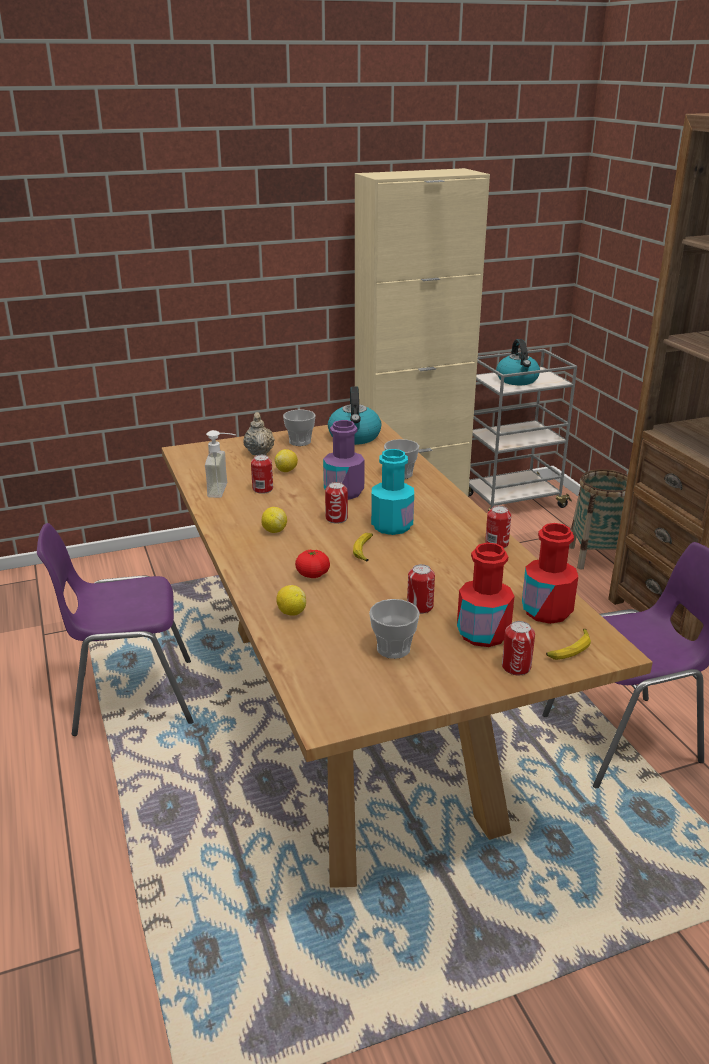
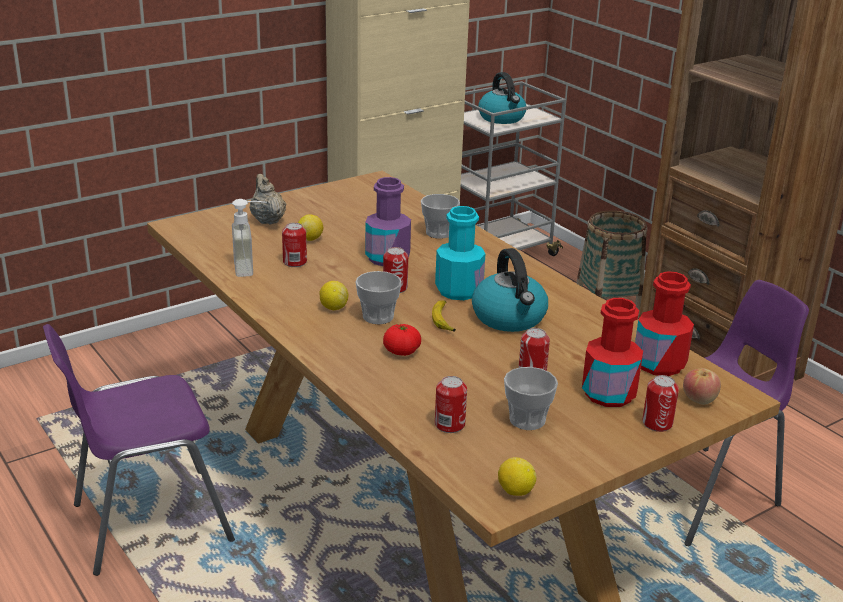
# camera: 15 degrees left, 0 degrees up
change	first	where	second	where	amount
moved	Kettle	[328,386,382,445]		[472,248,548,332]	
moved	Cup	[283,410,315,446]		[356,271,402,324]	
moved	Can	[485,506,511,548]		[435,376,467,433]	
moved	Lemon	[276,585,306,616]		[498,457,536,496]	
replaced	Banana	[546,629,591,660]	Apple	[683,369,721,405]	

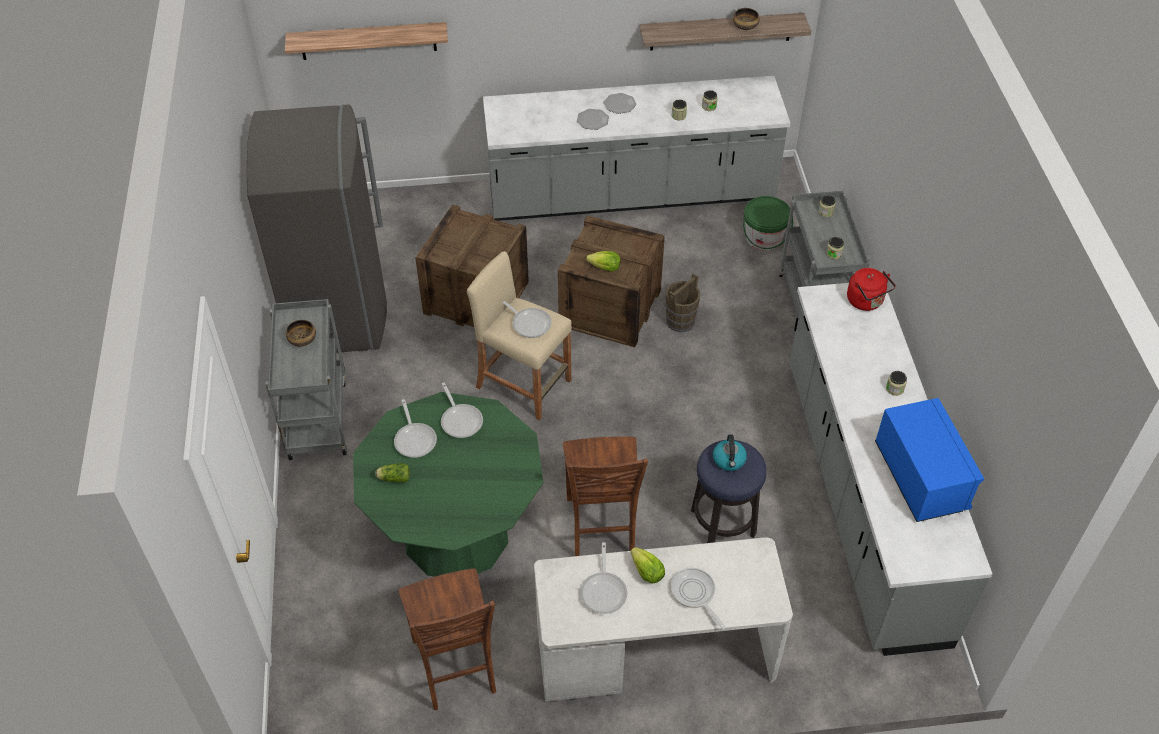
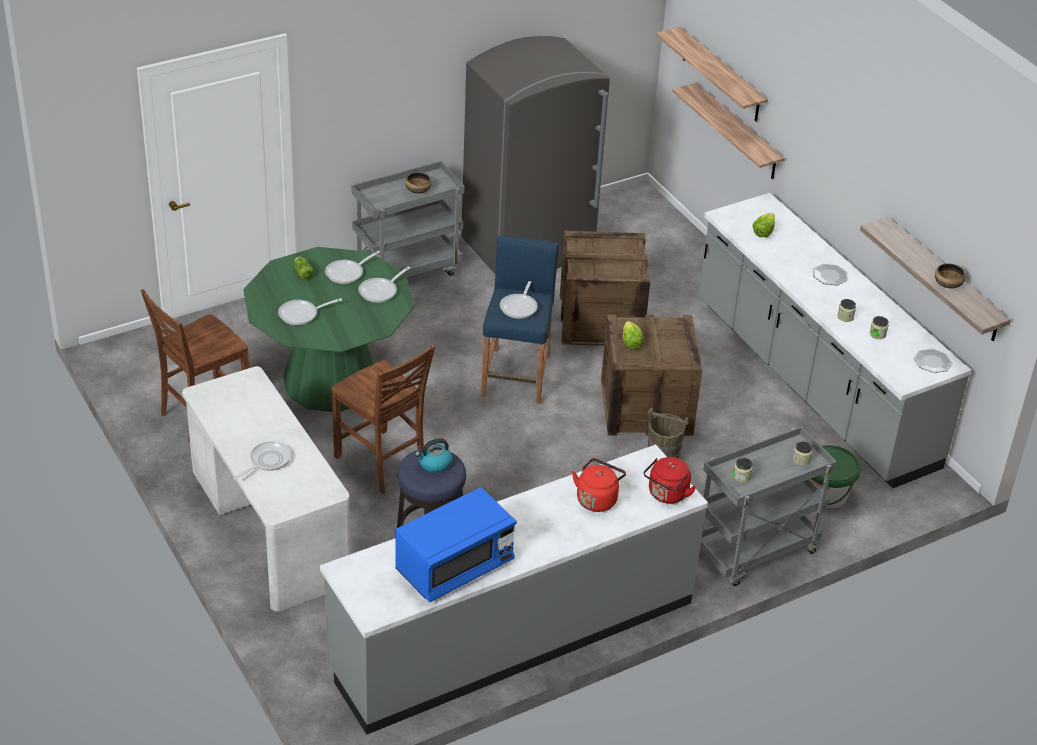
# camera: 65 degrees right, 10 degrees down
change	first	where	second	where	amount
moved	Plate	[577,109,609,130]		[914,349,952,373]	
recoloured	BeigeStool	[467,251,572,420]	BlueStool	[481,236,559,404]	
removed	Jar	[886,371,907,396]			
turned	BrownChair	[563,437,648,556]		[331,344,435,494]	105 degrees counterclockwise
moved	FryingPan	[581,542,628,614]		[278,298,342,325]	
moved	Lettuce	[631,547,665,583]		[752,213,775,237]	
added			Shelf	[672,83,785,179]	
added			RedKettle	[572,458,626,512]	

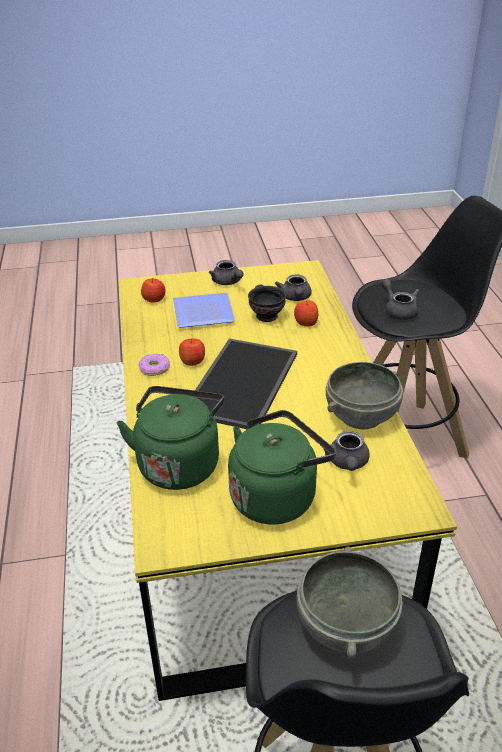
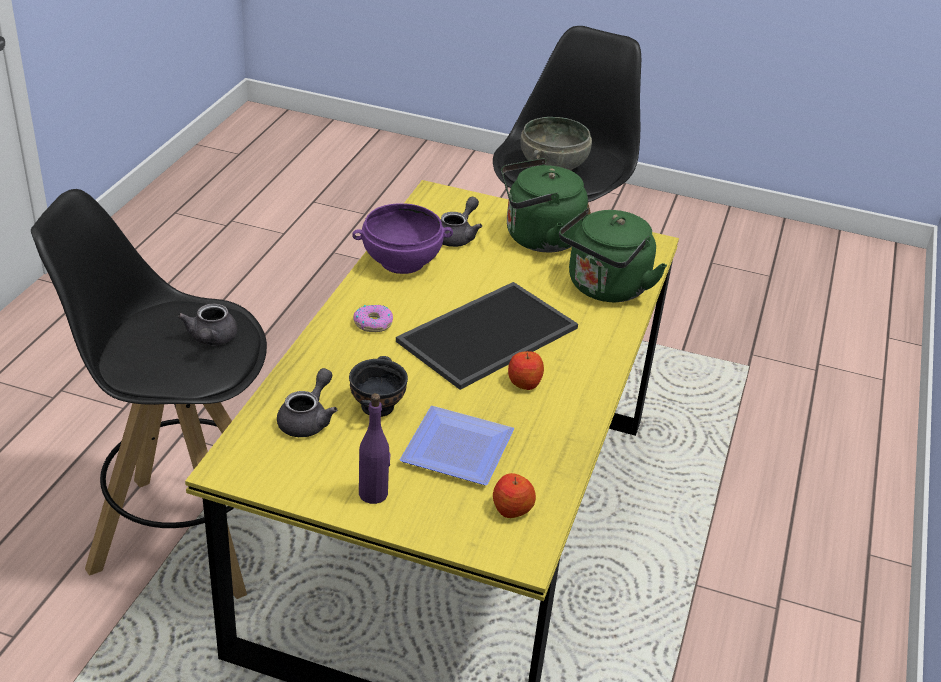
# camera: 155 degrees left, 0 degrees up
change	first	where	second	where	amount
replaced	GreyTeapot	[209,260,244,285]	PurpleBottle	[359,393,390,504]	
removed	Apple	[294,300,318,326]			
moved	Donut	[139,353,170,376]		[353,305,393,332]	
recoloured	GreyBowl	[326,362,403,430]	PurpleBowl	[352,203,453,274]	

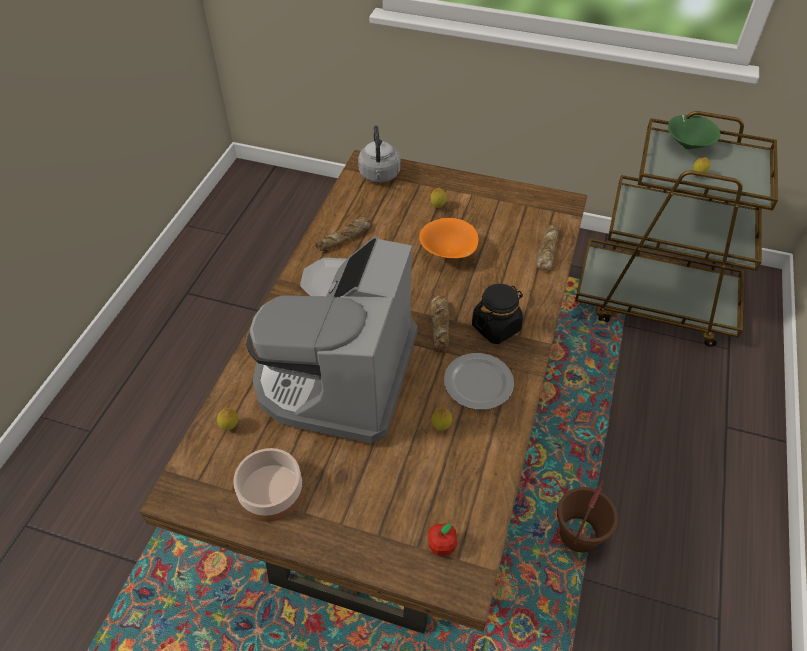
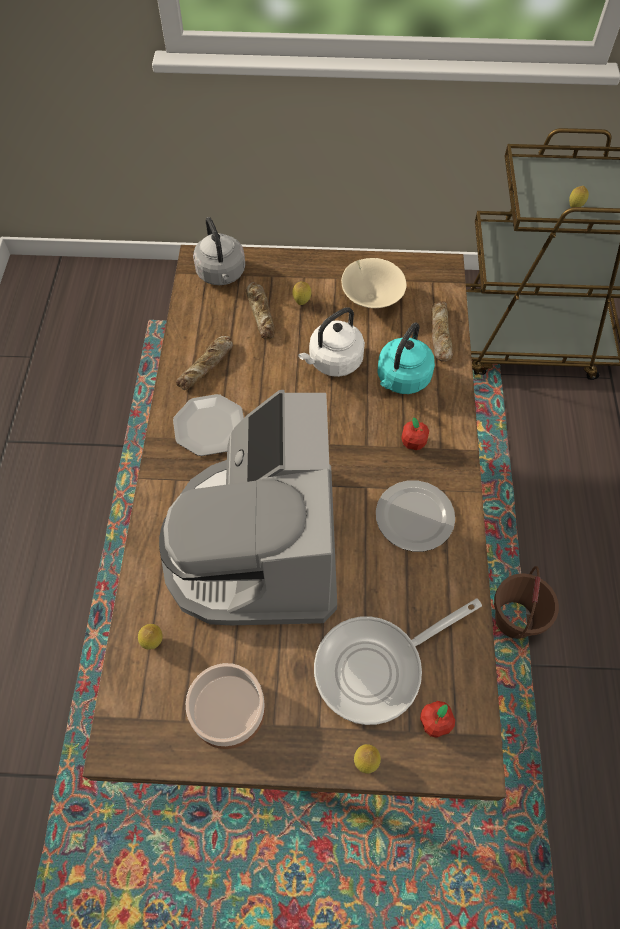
# camera: 15 degrees left, 10 degrees up
change	first	where	second	where	amount
removed	GreenBowl	[668,115,720,149]			
replaced	OrangeBowl	[419,218,479,258]	WhiteKettle	[298,307,365,377]	
replaced	BlackJar	[472,284,523,344]	Apple	[401,417,429,450]	
moved	Bread	[431,295,449,353]		[245,282,275,339]	
moved	Lemon	[431,408,452,431]		[354,744,381,774]	
added			BeigeBowl	[341,258,407,308]	
added			TurquoiseKettle	[378,322,435,394]	
added			FryingPan	[314,598,482,725]	

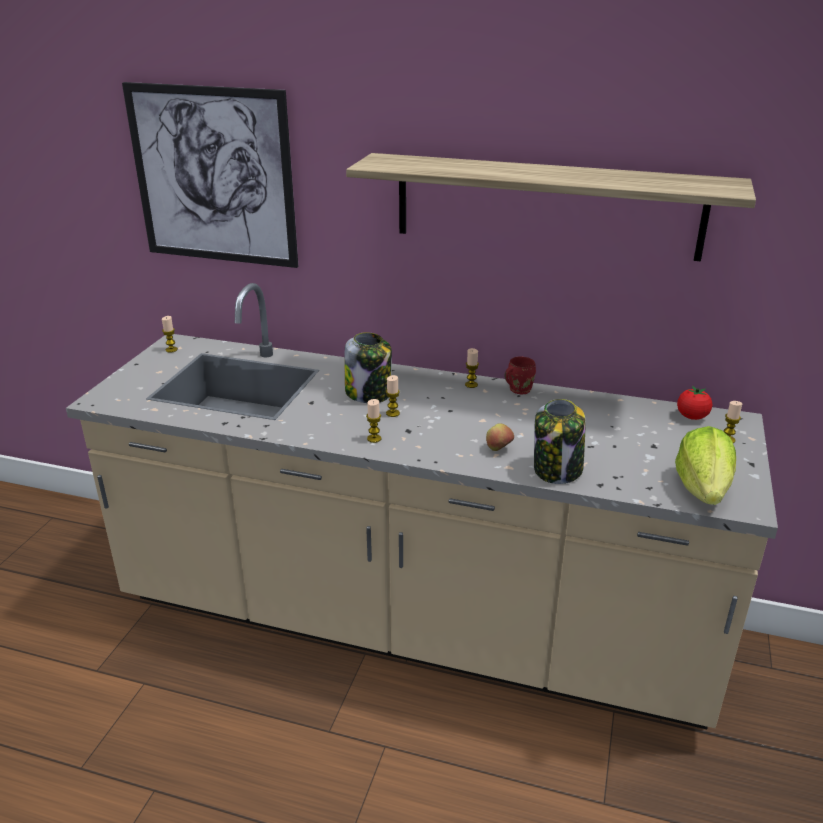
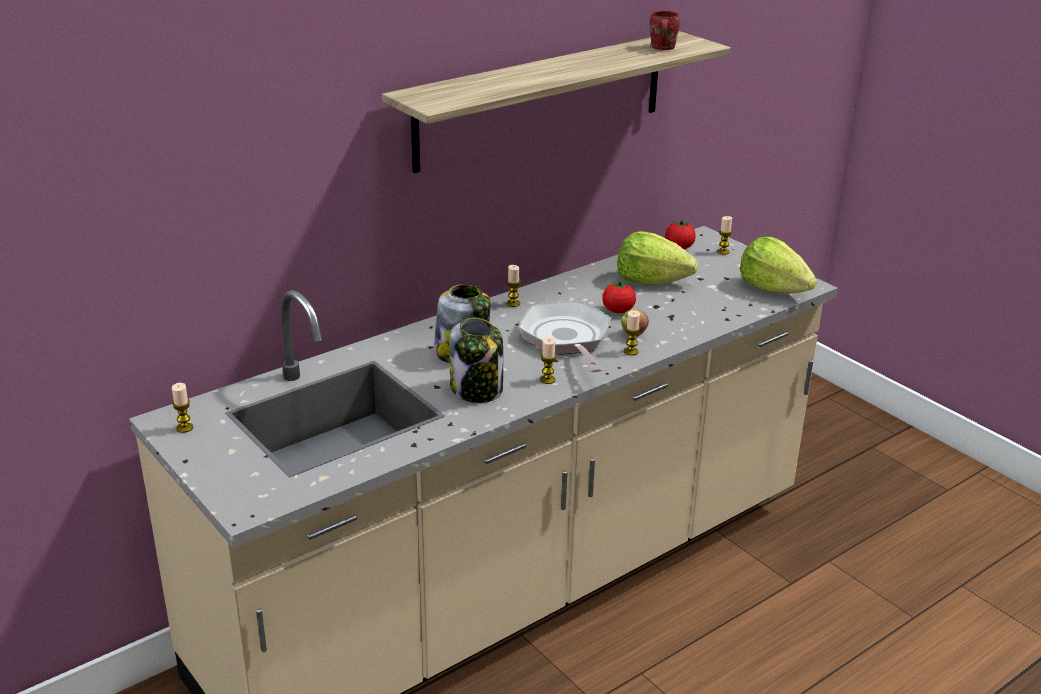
# camera: 55 degrees left, 0 degrees up
change	first	where	second	where	amount
removed	Picture	[122,82,298,268]			
moved	RedMug	[505,356,536,394]		[650,11,680,50]	
moved	Candle	[386,375,400,417]		[624,310,640,355]	
moved	Jar	[534,399,585,484]		[449,318,503,403]	
added			Lettuce	[617,231,698,285]	
added			Tomato	[602,279,636,313]	
added			FryingPan	[518,301,611,372]	

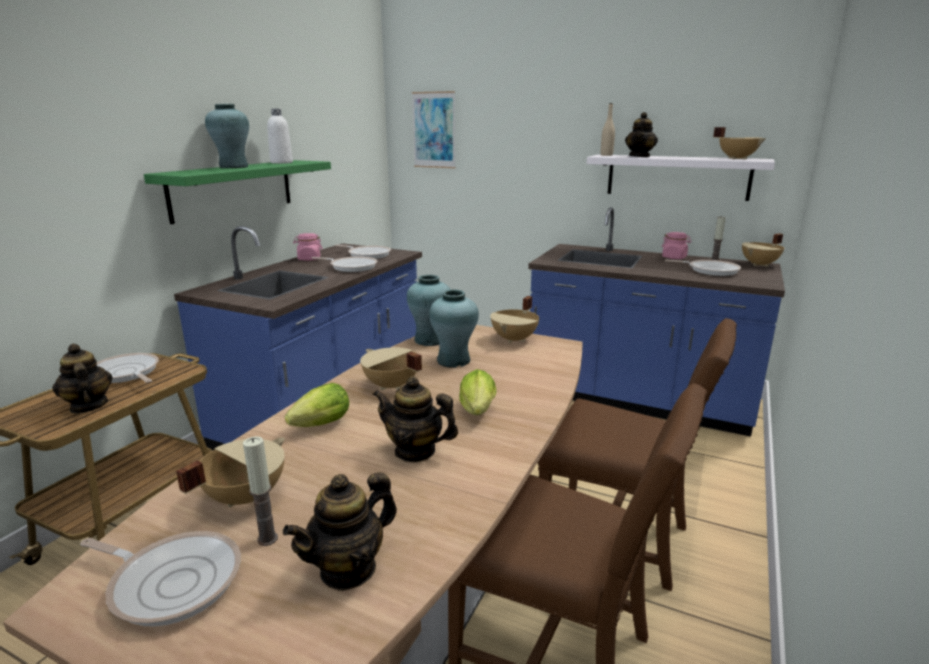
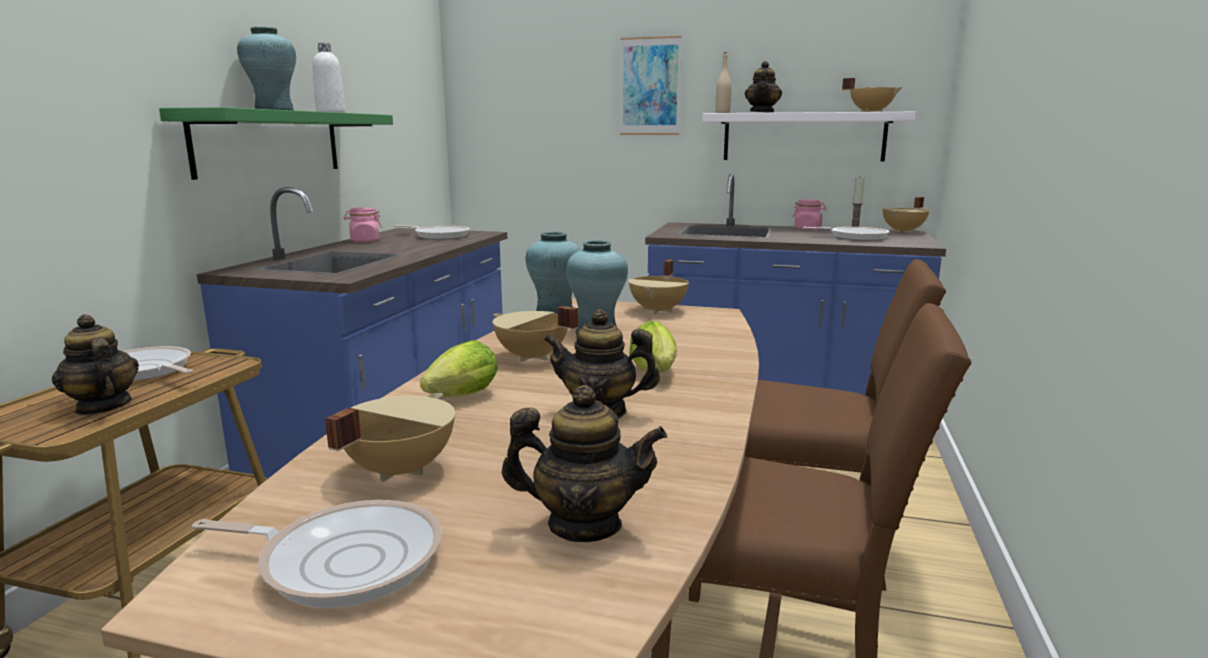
# camera: 10 degrees left, 5 degrees down
change	first	where	second	where	amount
moved	Picture	[412,91,455,168]		[620,36,682,135]	
removed	FryingPan	[312,256,377,272]			
removed	Candle	[243,436,278,546]			
turned	Teapot	[283,472,397,591]		[502,385,667,542]	120 degrees counterclockwise

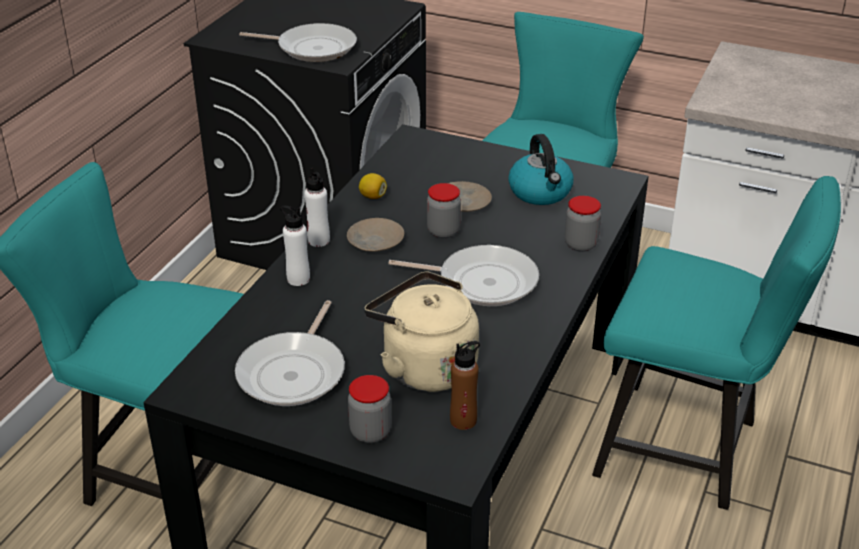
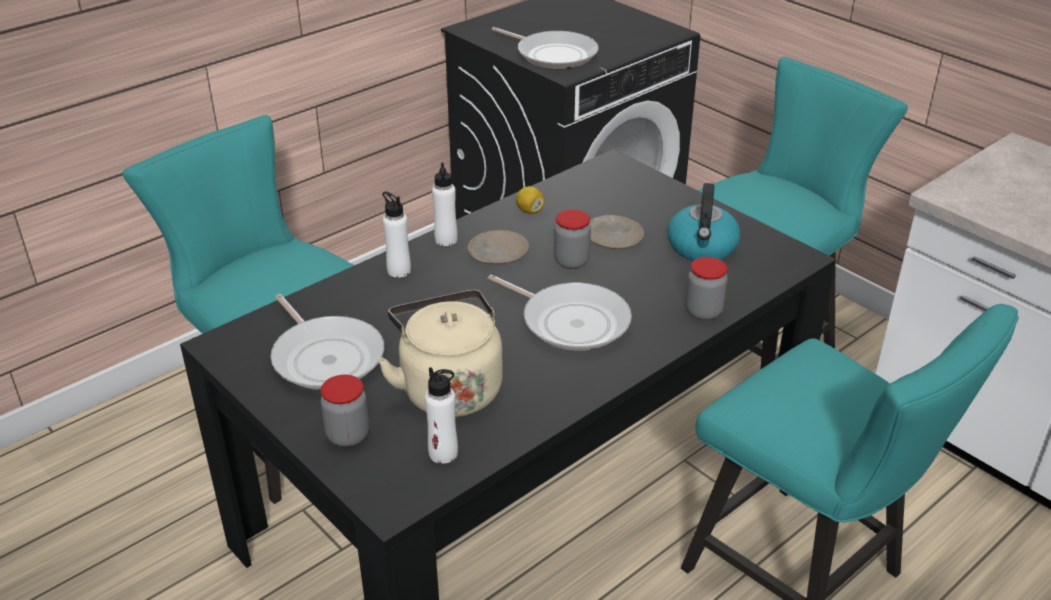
# camera: 25 degrees right, 0 degrees up
change	first	where	second	where	amount
turned	FryingPan	[235,300,345,406]		[271,294,384,390]	75 degrees counterclockwise
recoloured	BrownBottle	[450,341,480,430]	WhiteBottle	[425,367,458,464]	

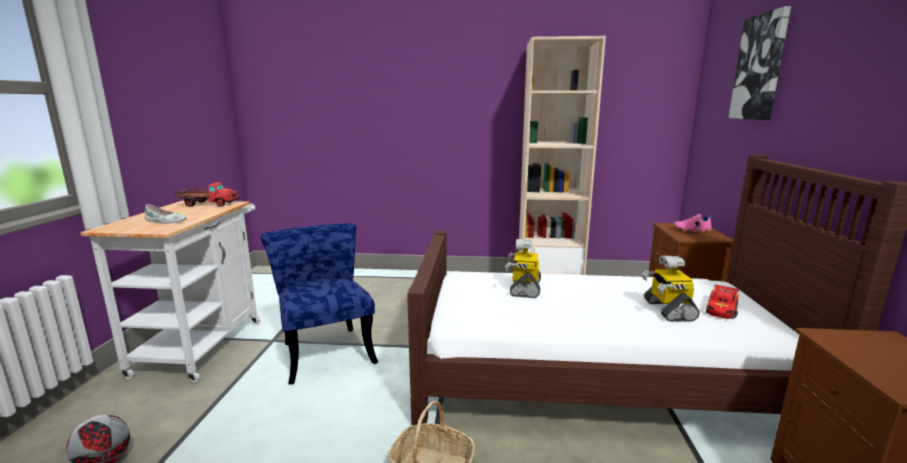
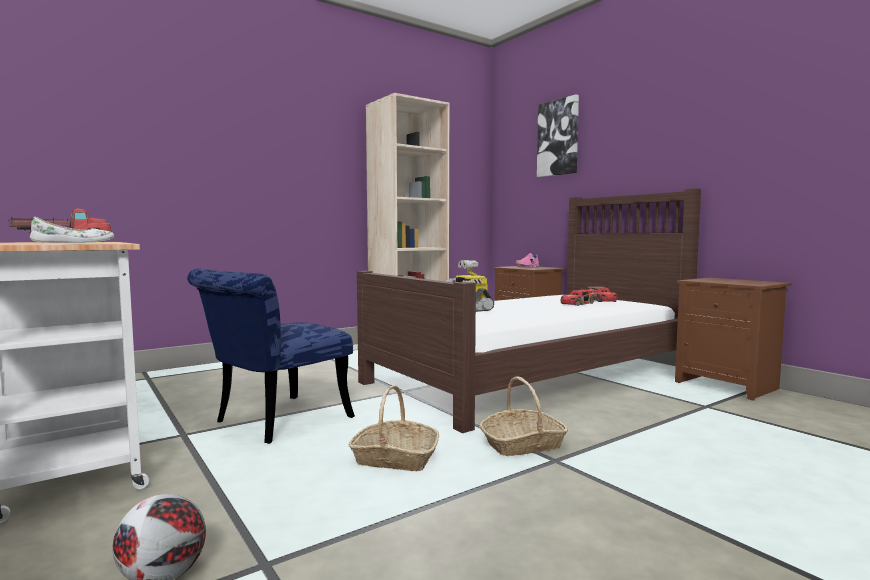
# camera: 40 degrees left, 10 degrees down
change	first	where	second	where	amount
turned	BlueChair	[261,223,378,384]		[187,269,355,444]	75 degrees counterclockwise
replaced	ToyRobot	[642,256,700,322]	ToyCar	[560,289,598,306]	
added			Basket	[348,385,439,471]	

